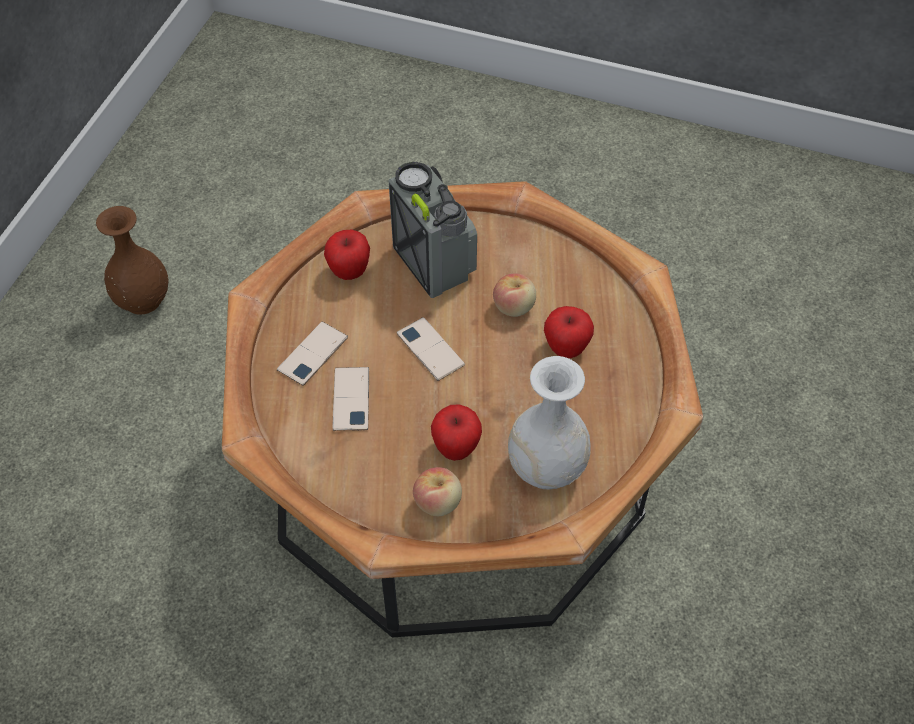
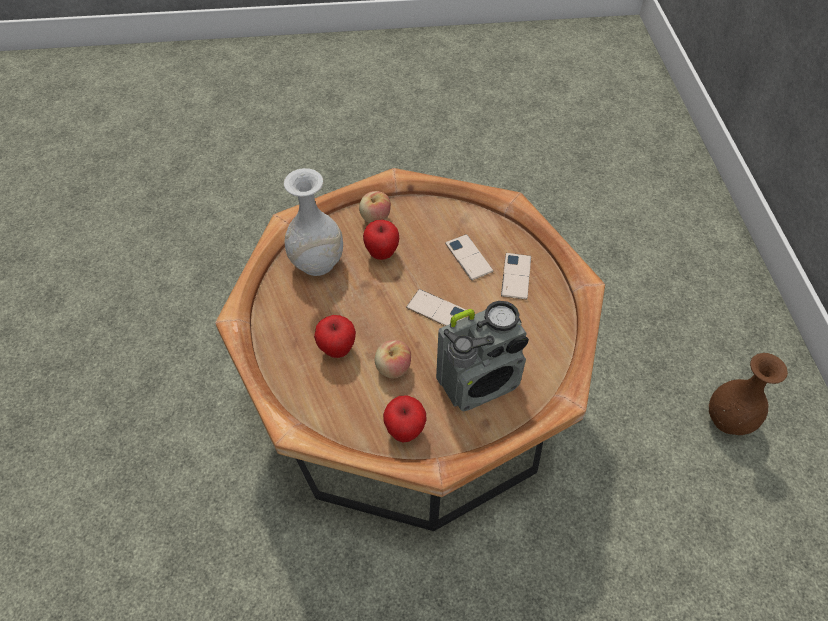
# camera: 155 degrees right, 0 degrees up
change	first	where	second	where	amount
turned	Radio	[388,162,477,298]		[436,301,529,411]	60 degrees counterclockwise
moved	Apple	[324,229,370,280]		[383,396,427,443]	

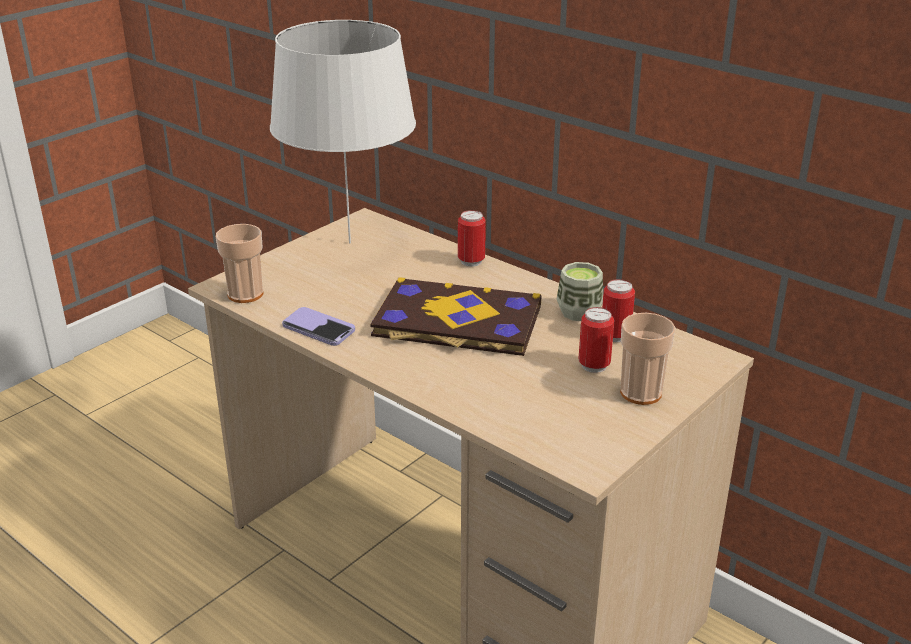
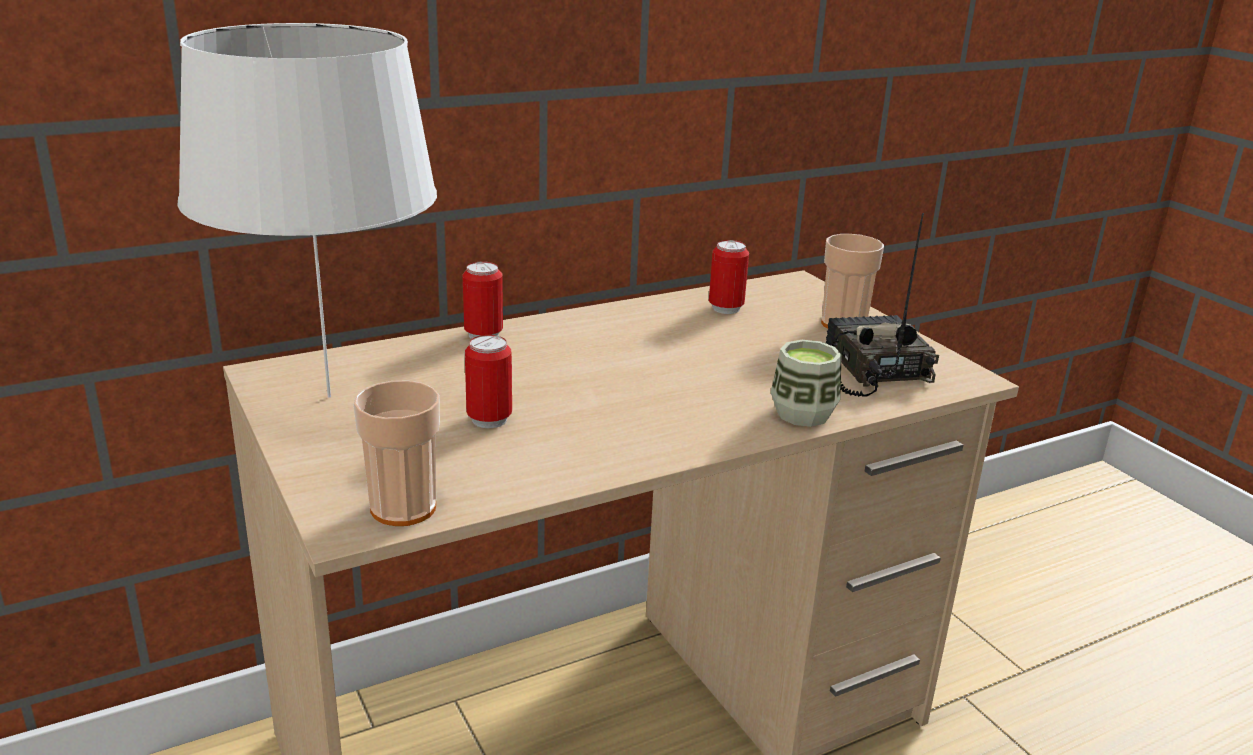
# camera: 70 degrees left, 5 degrees down
change	first	where	second	where	amount
moved	Cup	[557,262,603,321]		[771,340,842,427]	
removed	Book	[371,277,541,356]			
removed	Phone	[282,307,355,346]			
moved	Can	[578,307,614,373]		[465,335,512,428]	
added			Radio	[826,213,939,397]	

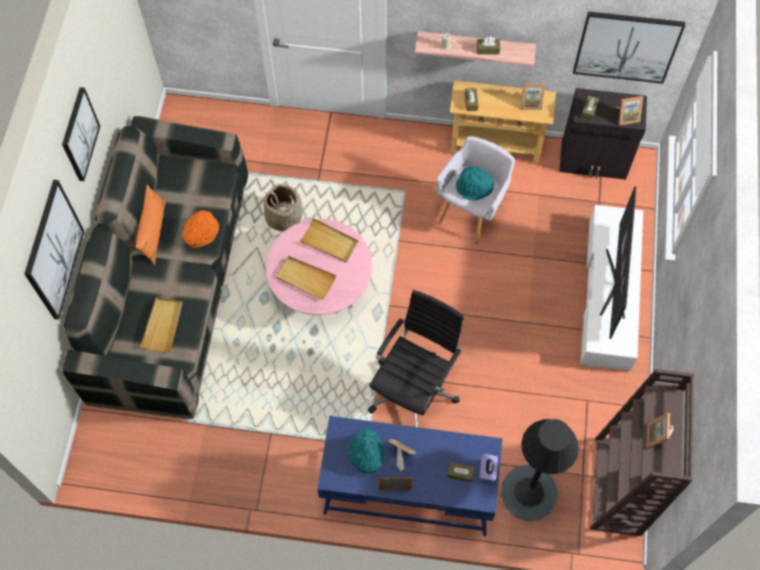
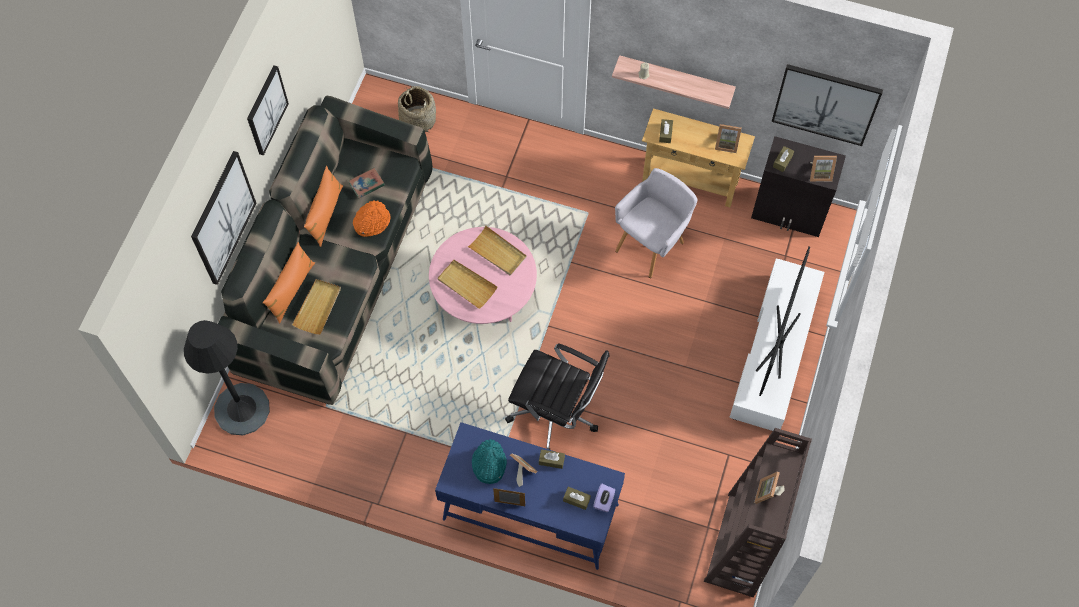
# camera: 10 degrees right, 0 degrees up
change	first	where	second	where	amount
moved	BrownTissueBox	[477,37,500,54]		[539,449,565,469]	
removed	TurquoiseHat	[456,166,494,201]			
moved	Basket	[264,184,302,231]		[398,86,436,132]	
turned	BlackOfficeChair	[368,290,464,427]		[505,343,609,450]	75 degrees clockwise
moved	BlackFloorLamp	[501,419,579,521]		[184,320,270,436]	
added			Book	[349,168,385,198]	
added			OrangePillow	[263,242,315,323]	

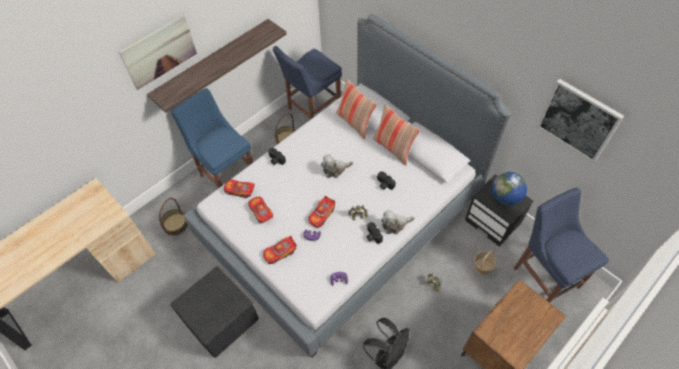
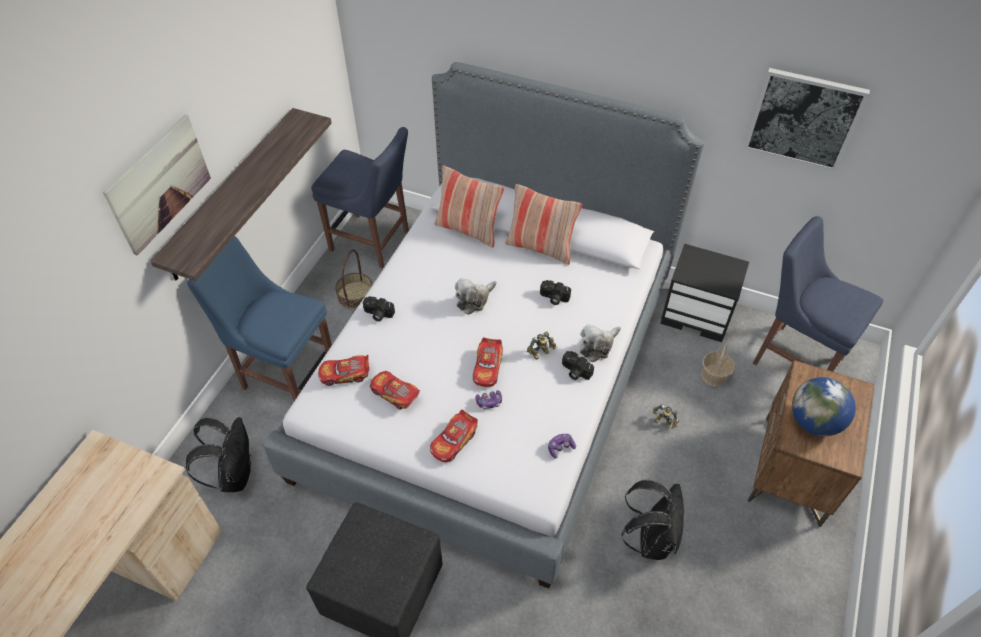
# camera: 25 degrees left, 5 degrees down
change	first	where	second	where	amount
turned	BlueChair	[273,46,342,120]		[311,127,409,268]	90 degrees counterclockwise
moved	Globe	[492,172,527,205]		[792,377,856,436]	
replaced	Basket	[159,198,188,236]	BlackBackpack	[186,417,251,492]	

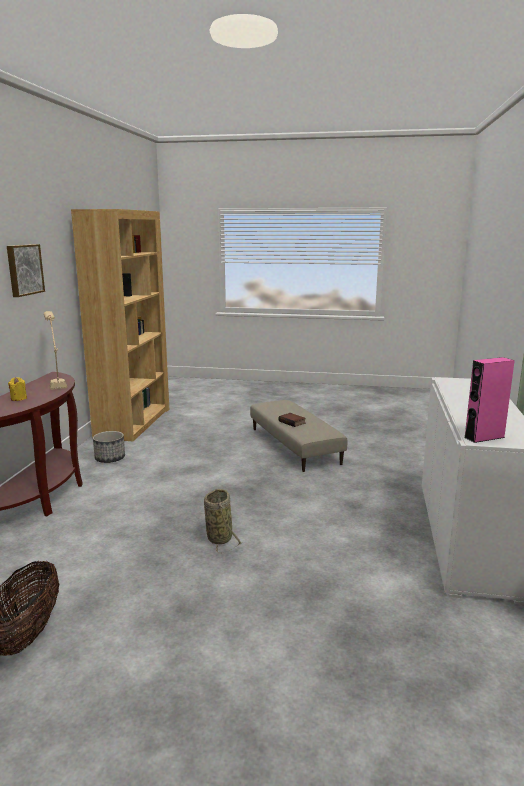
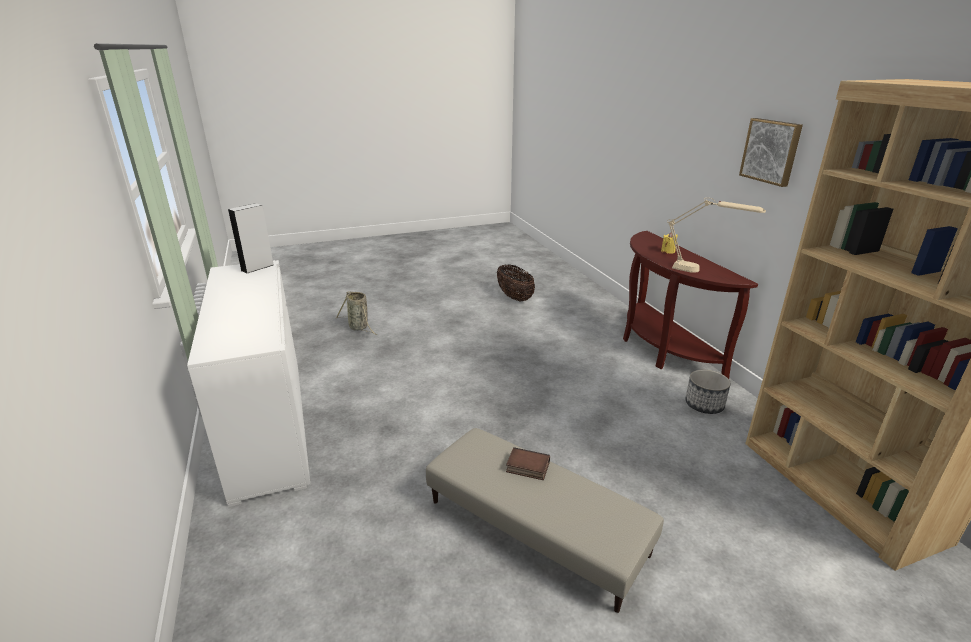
# camera: 150 degrees right, 10 degrees up
change	first	where	second	where	amount
recoloured	PinkSpeaker	[464,357,515,443]	GreySpeaker	[228,203,274,273]	
moved	Basket	[204,489,243,552]		[336,291,377,335]	

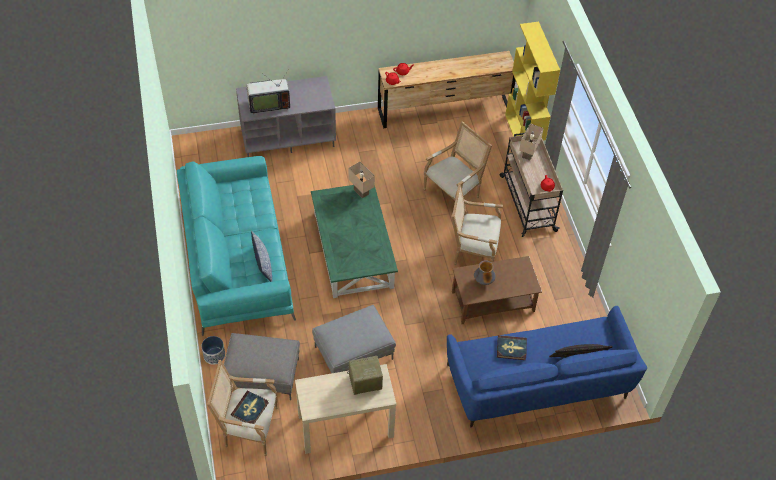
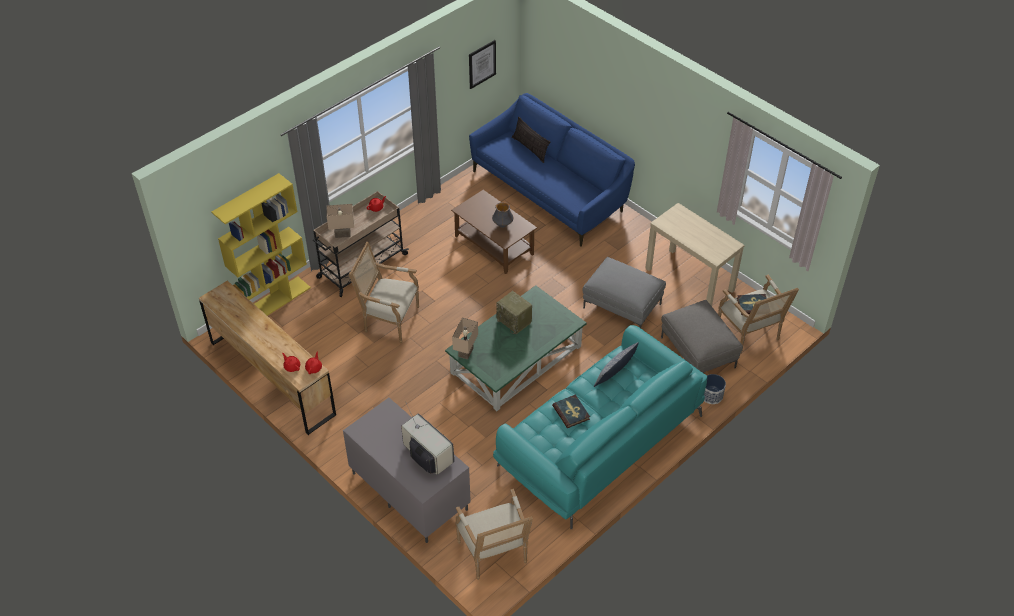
# camera: 120 degrees left, 5 degrees down
change	first	where	second	where	amount
moved	Armchair	[451,183,503,265]		[455,489,533,580]	
moved	Book	[497,335,527,360]		[552,395,590,428]	
moved	Radio	[347,356,383,395]		[496,291,532,334]	
added			Picture	[469,40,496,89]	

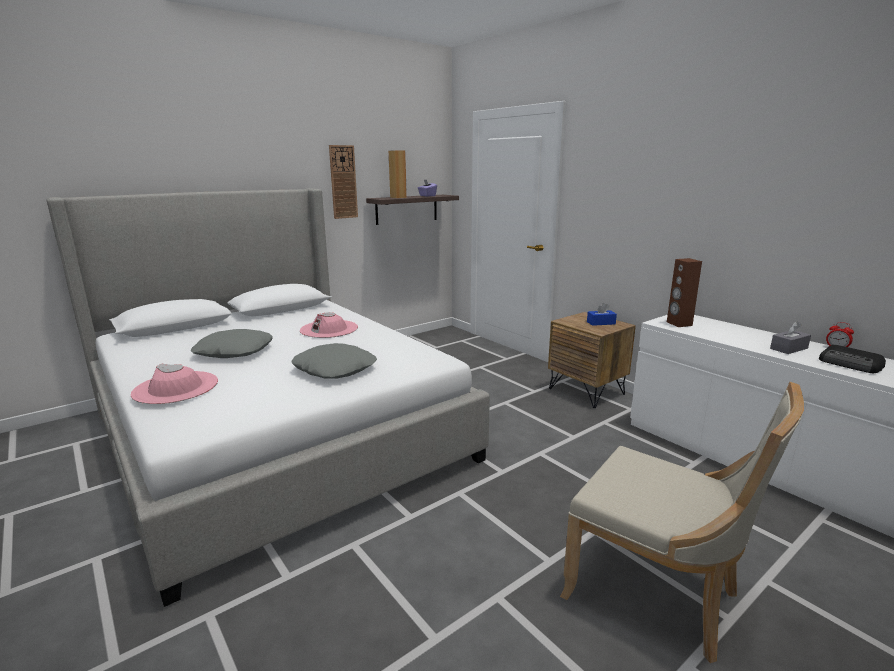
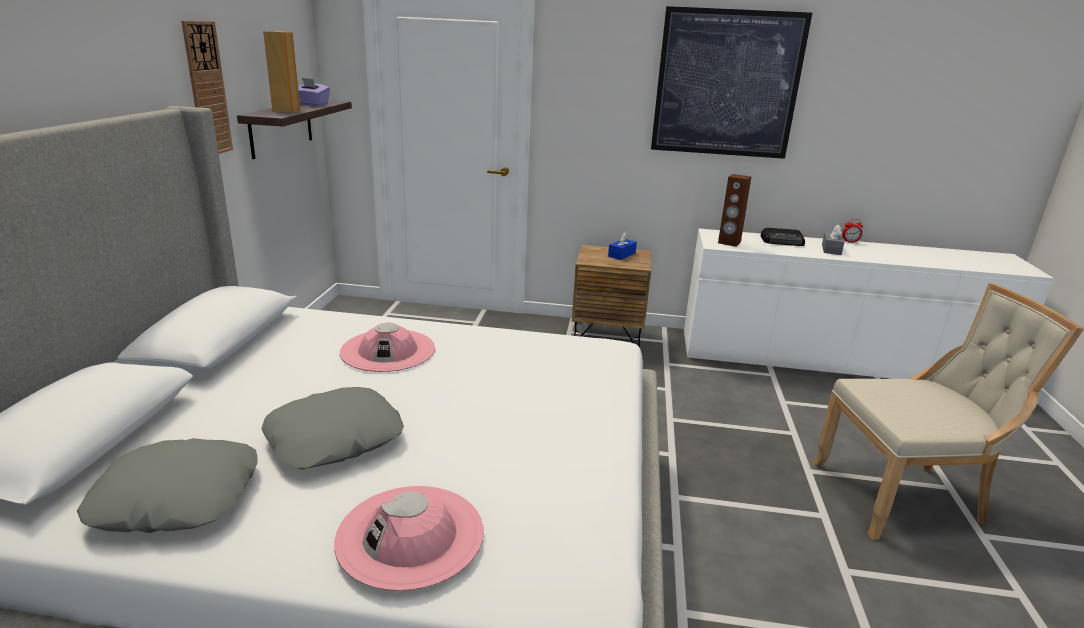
# camera: 45 degrees left, 5 degrees up
change	first	where	second	where	amount
moved	GreyPillow	[291,343,377,379]		[77,438,258,533]	
moved	Radio	[819,345,886,373]		[760,228,805,246]	
added			Picture	[651,6,812,159]	

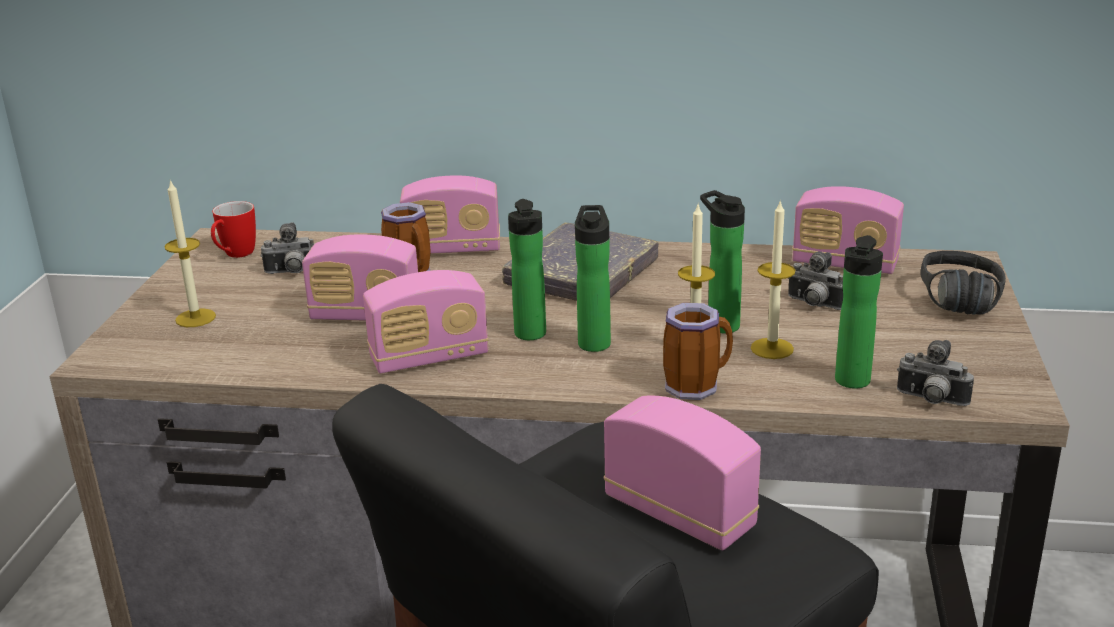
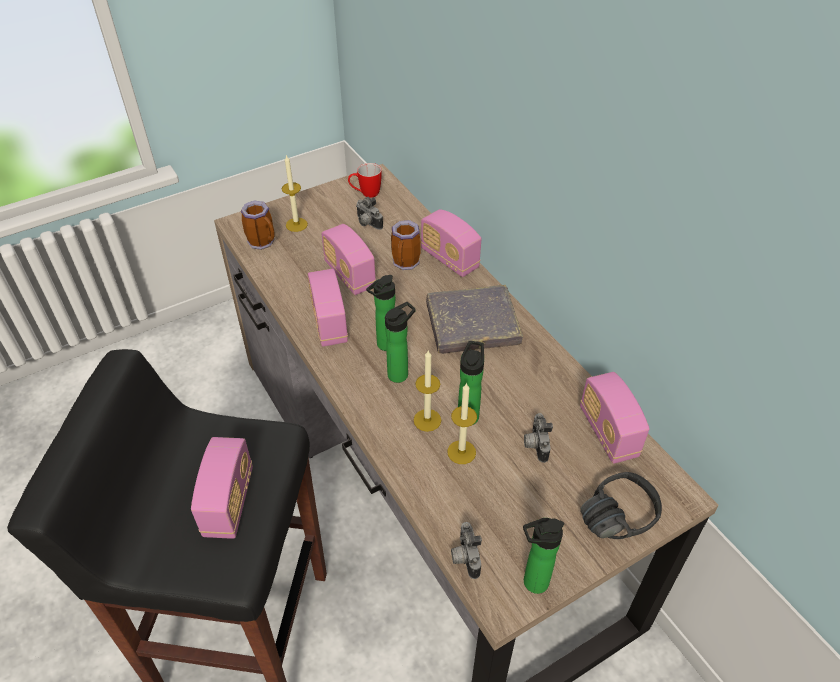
# camera: 50 degrees right, 20 degrees up
change	first	where	second	where	amount
moved	Bottle	[835,235,883,388]		[523,518,564,594]	
turned	Radio	[363,270,489,374]		[308,269,348,346]	45 degrees clockwise
moved	Mug	[663,303,733,400]		[241,200,275,250]	

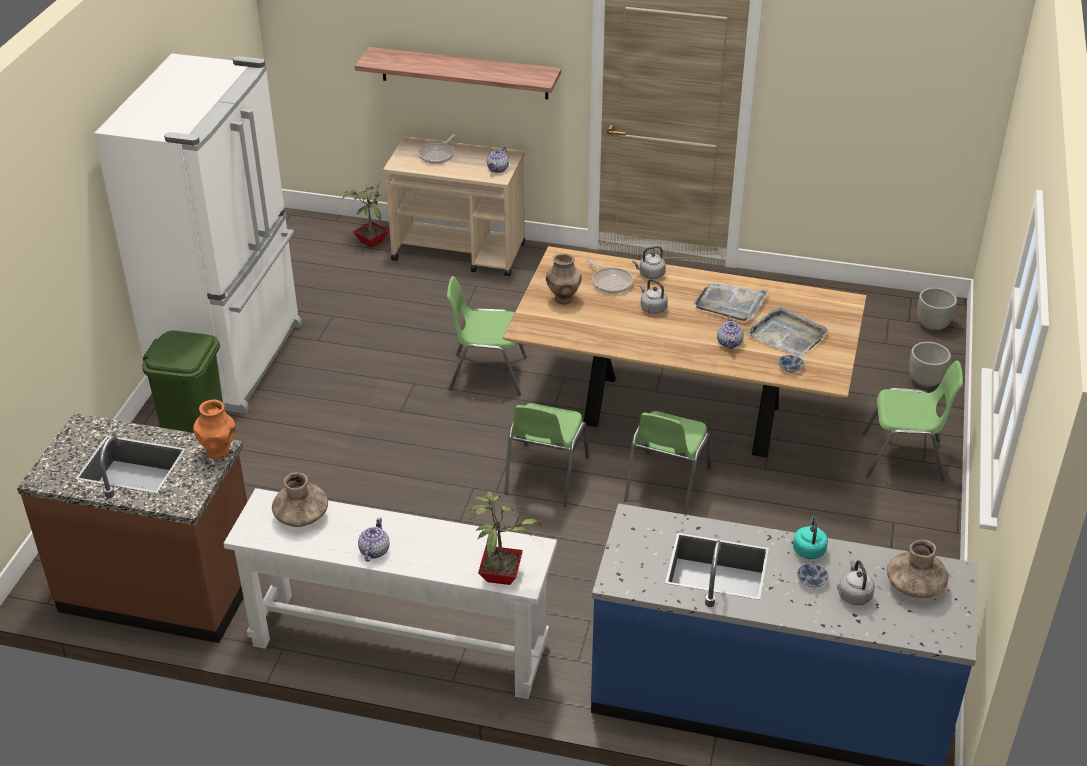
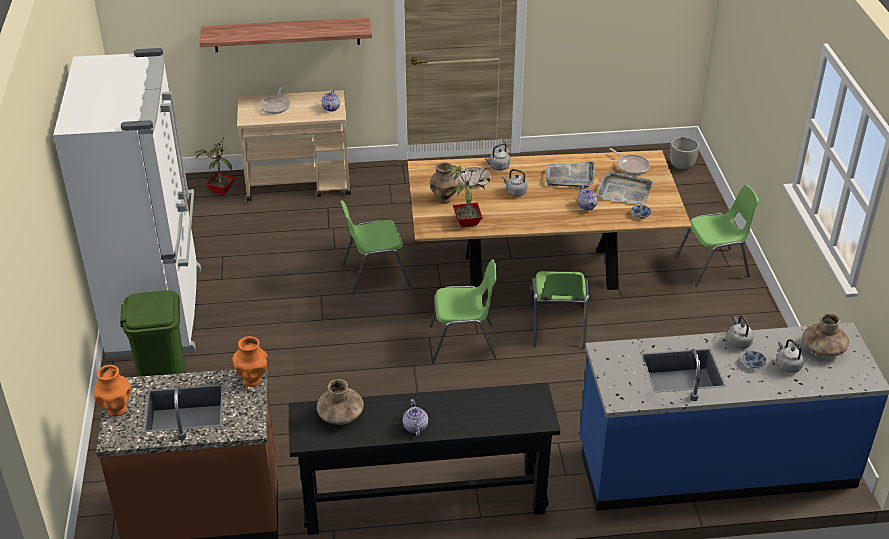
# camera: 20 degrees left, 0 degrees up
change	first	where	second	where	amount
removed	GreyPlanter	[909,342,951,387]			
turned	GreenChair	[504,403,589,507]		[430,259,497,363]	90 degrees counterclockwise
recoloured	WhiteConsoleTable	[223,488,557,699]	BlackConsoleTable	[289,382,561,535]	
moved	PottedPlant	[468,491,541,585]		[445,166,490,227]	
recoloured	TurquoiseKettle	[793,516,828,559]	GreyKettle	[727,315,754,349]	
added			FryingPan	[609,148,650,175]	
added			OrangeVase	[93,365,131,416]	

